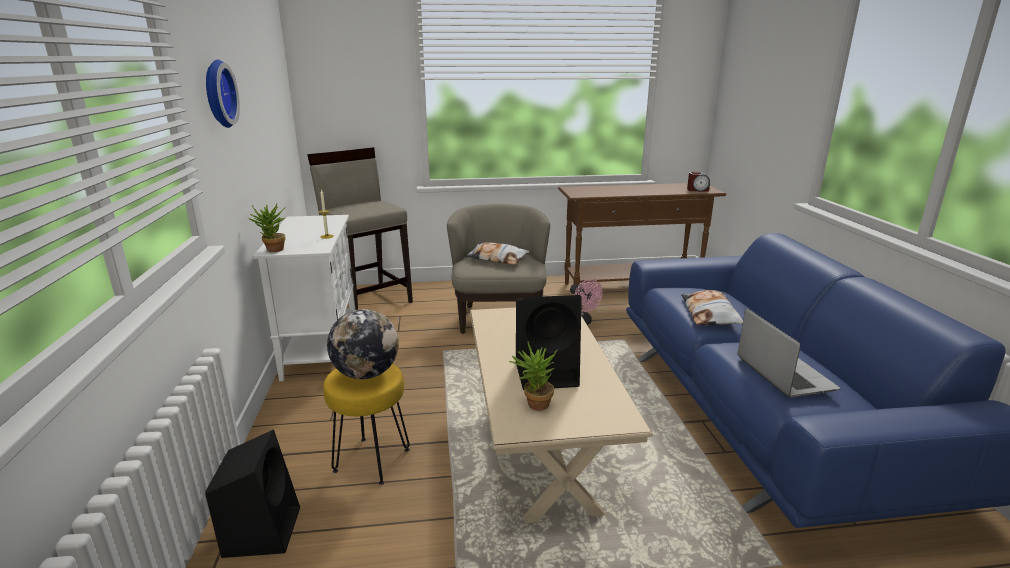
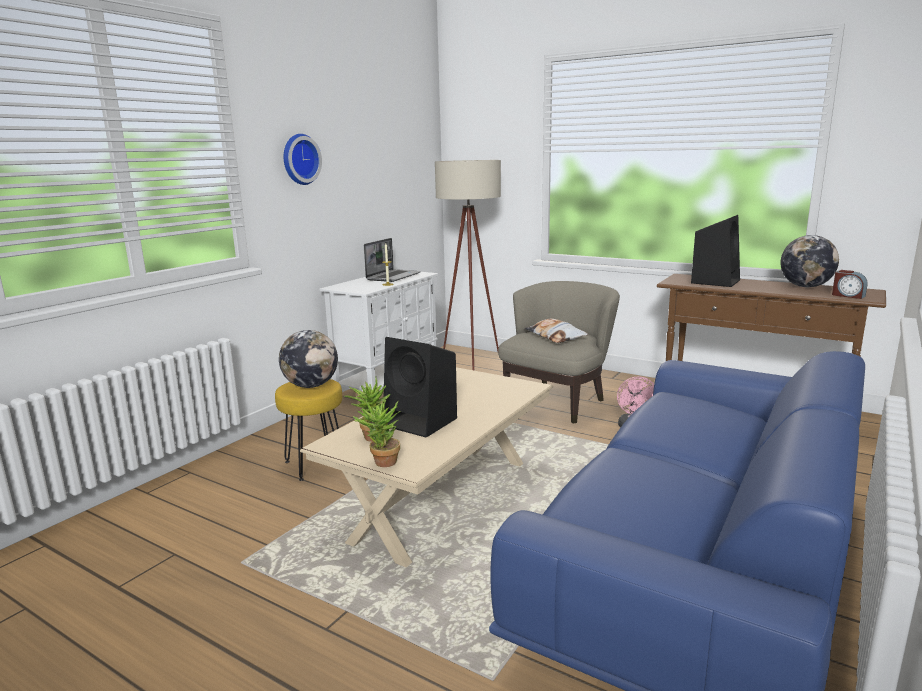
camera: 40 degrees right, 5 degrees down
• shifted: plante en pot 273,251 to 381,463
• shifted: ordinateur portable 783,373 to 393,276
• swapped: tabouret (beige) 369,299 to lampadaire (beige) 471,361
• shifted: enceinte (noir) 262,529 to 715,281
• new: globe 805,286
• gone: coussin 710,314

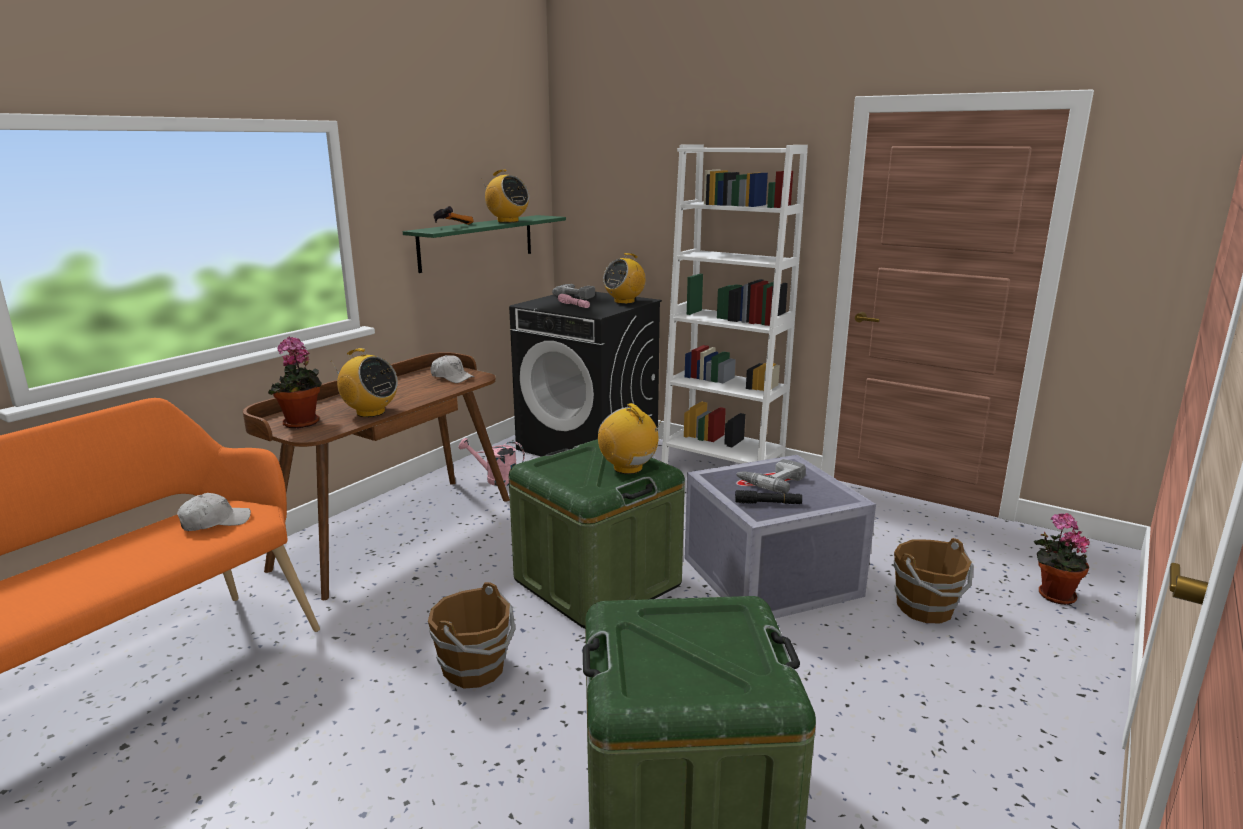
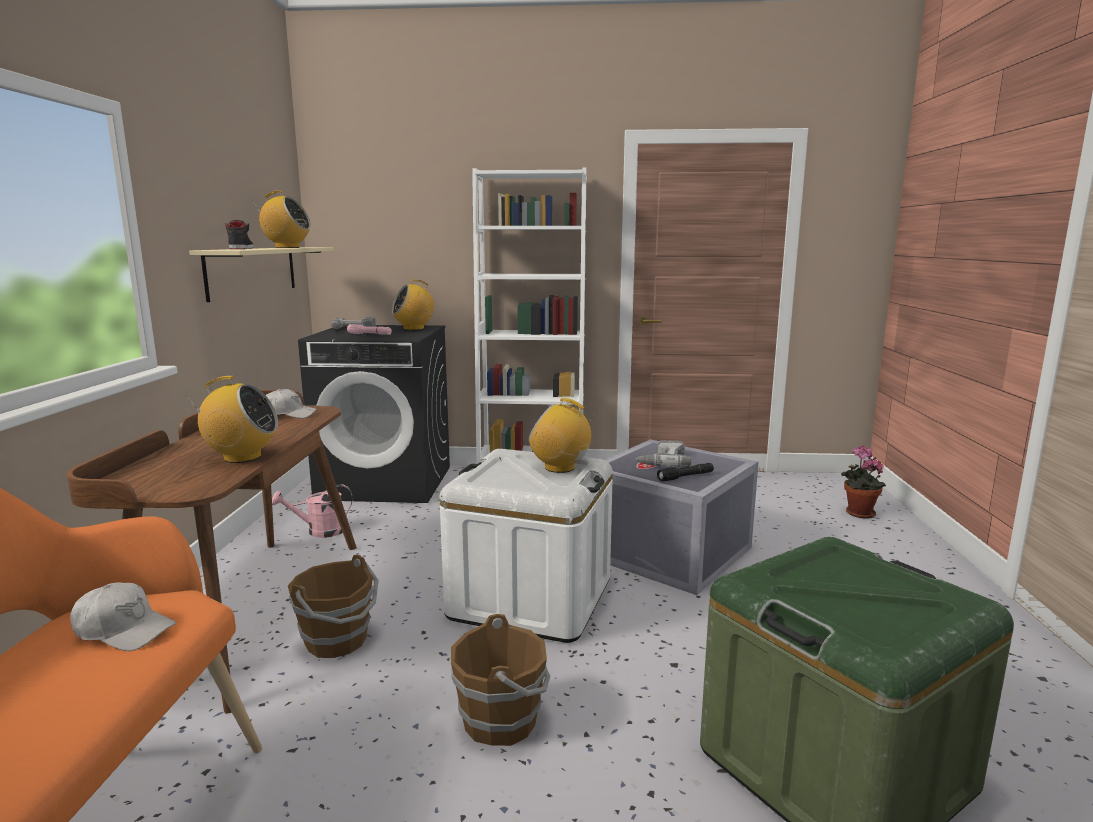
camera: 30 degrees left, 5 degrees down
• rotated: casquette (blanc) 215,522 = 124,630 75 degrees clockwise
• repainted: étagère (vert) 477,242 to étagère (beige) 253,271
• swapped: marteau 453,226 to chaussure (noir) 241,249
• shifted: seau (marron) 926,609 to 337,641
• rotated: radio 624,301 = 414,328 45 degrees clockwise
• repainted: boîte de rangement (vert) 597,582 to boîte de rangement (blanc) 531,598
• gone: plante en pot 302,424

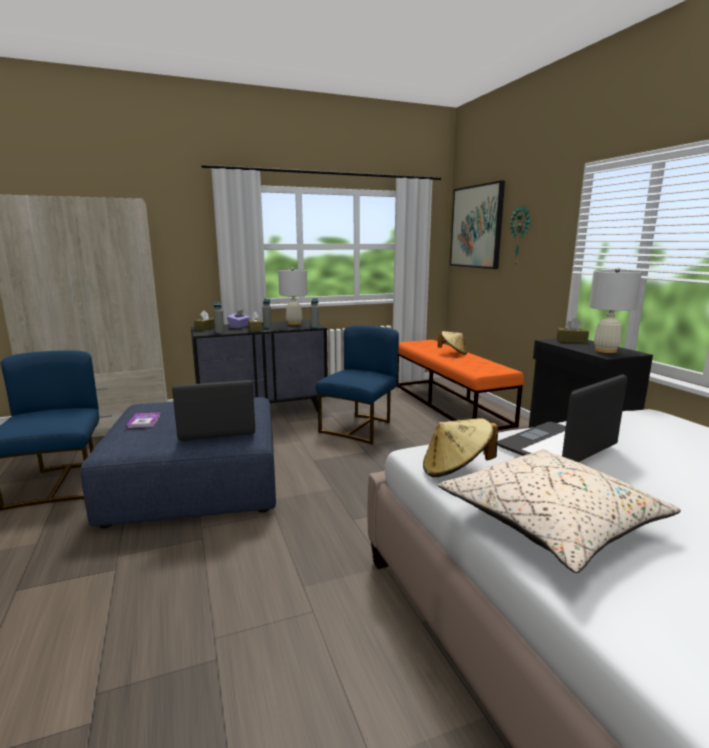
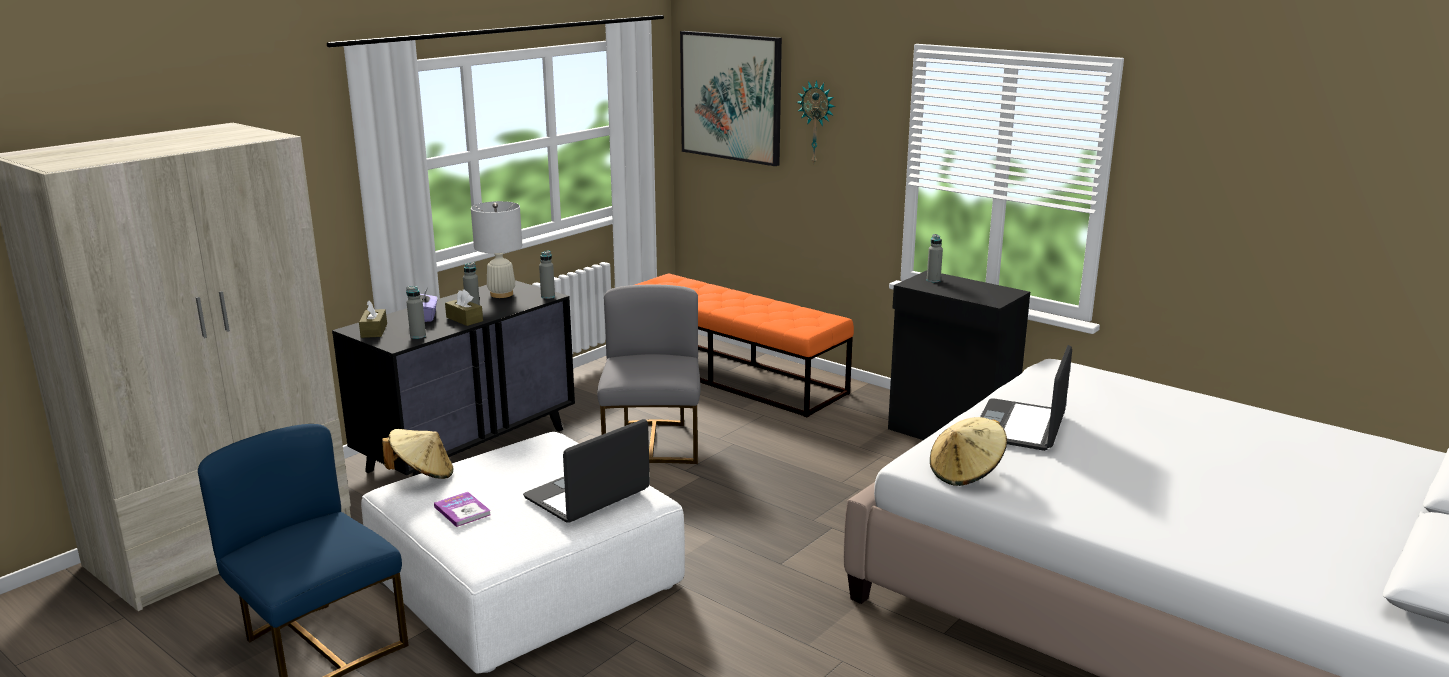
camera: 30 degrees left, 5 degrees up
• repainted: pouf (bleu) 195,482 to pouf (blanc) 526,581
• shifted: chapeau (beige) 453,353 to 422,475
• repainted: chaise (bleu) 359,428 to chaise (gris) 653,443
• swapped: boîte à mouchoirs (marron) 571,341 to bouteille (gris) 933,280
• gone: coussin (beige) 551,522
• gone: lampe de table (blanc) 605,351

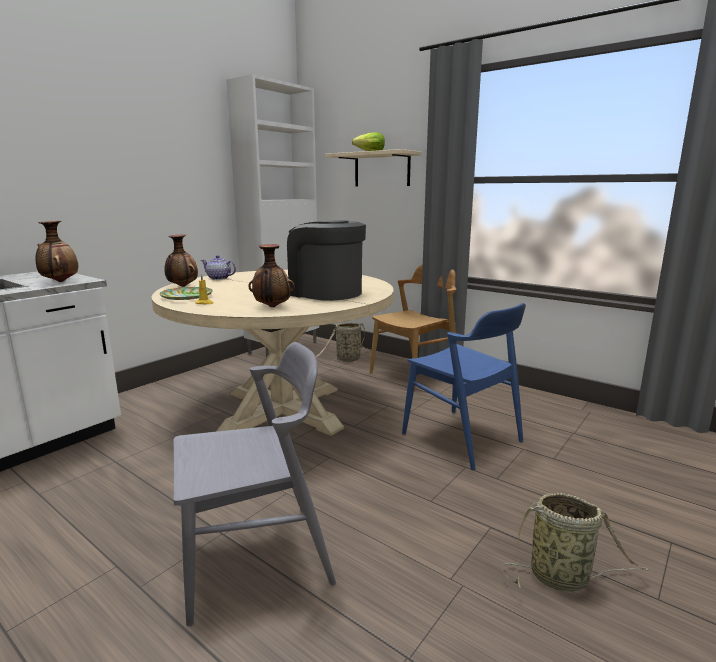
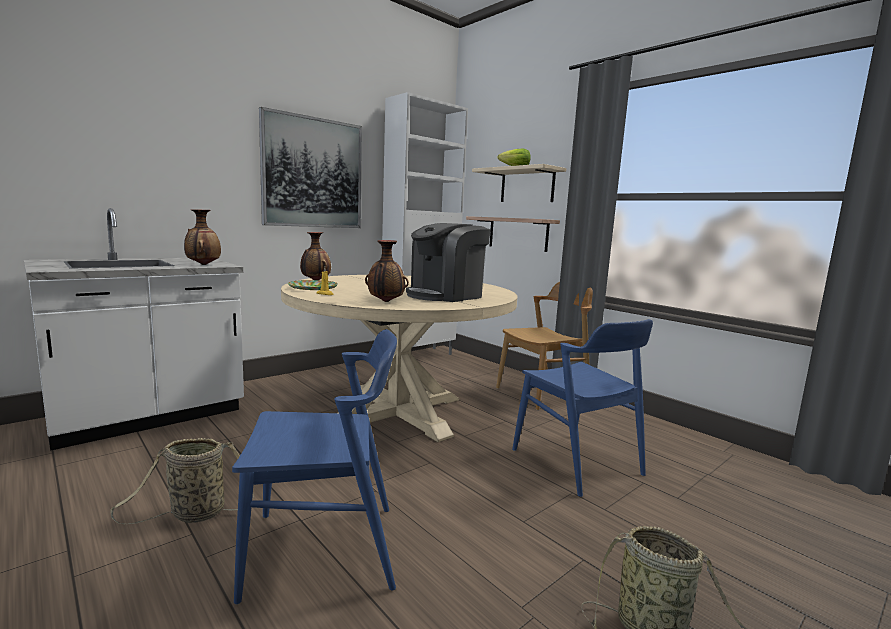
camera: 10 degrees right, 5 degrees down
• shifted: panier 346,360 to 194,514
• repainted: chaise (gris) 256,559 to chaise (bleu) 323,550
• new: tableau 313,173
• rotated: machine à café 325,293 = 446,295 90 degrees counterclockwise
• new: étagère 518,233
• gone: théière 219,278

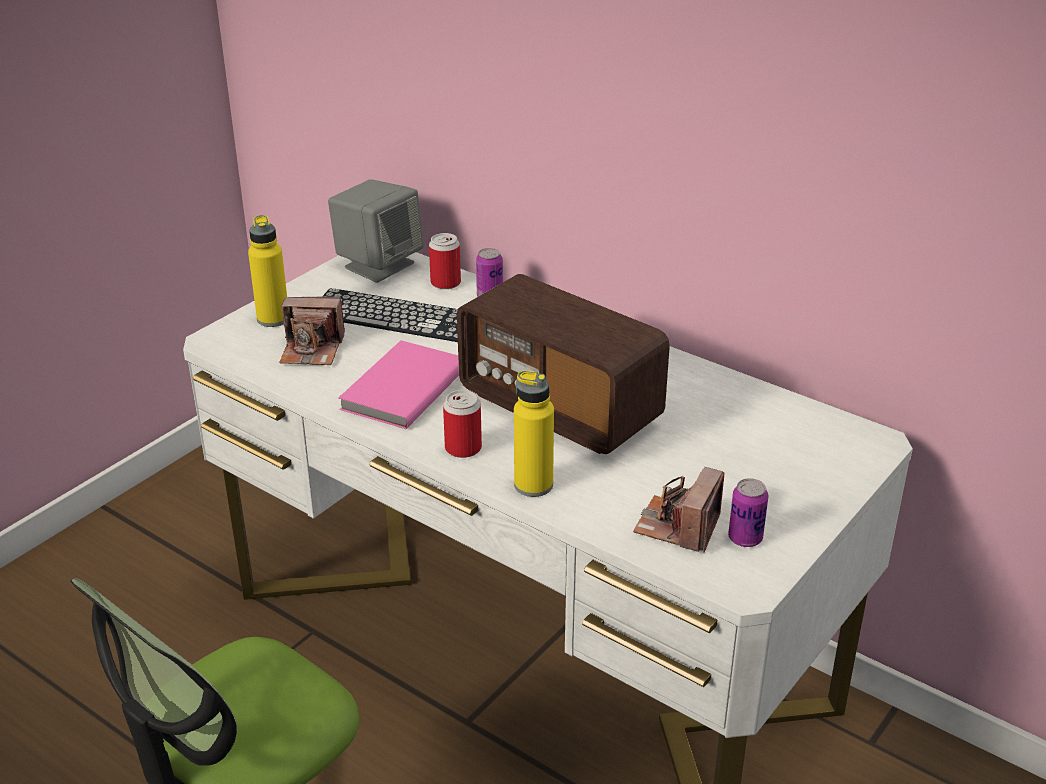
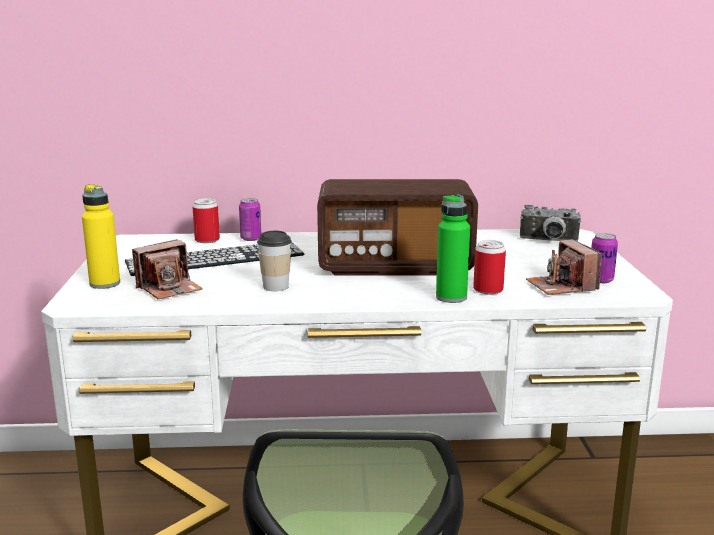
camera: 40 degrees left, 15 degrees down
• swapped: livre (rose) 401,389 to tasse 275,286
• repainted: bouteille (jaune) 533,485 to bouteille (vert) 451,297
• shifted: boîte métallique 463,448 to 488,290
• new: appareil photo 548,241
• gone: enceinte (gris) 378,265

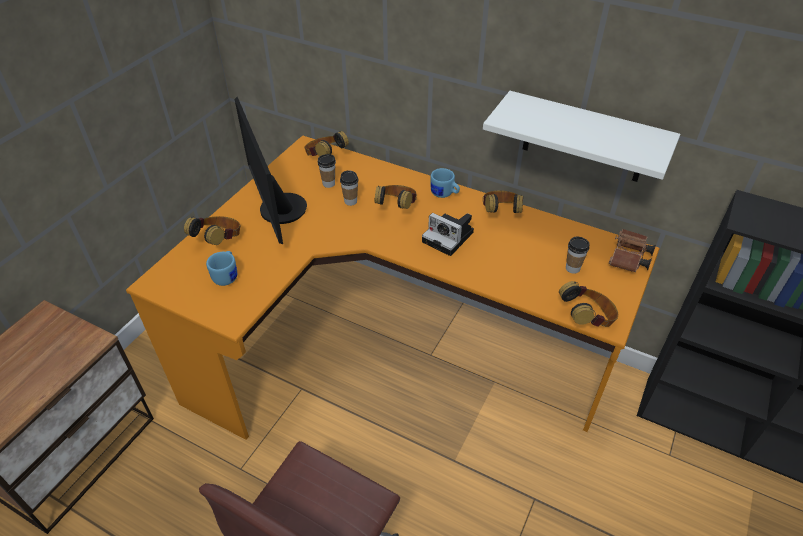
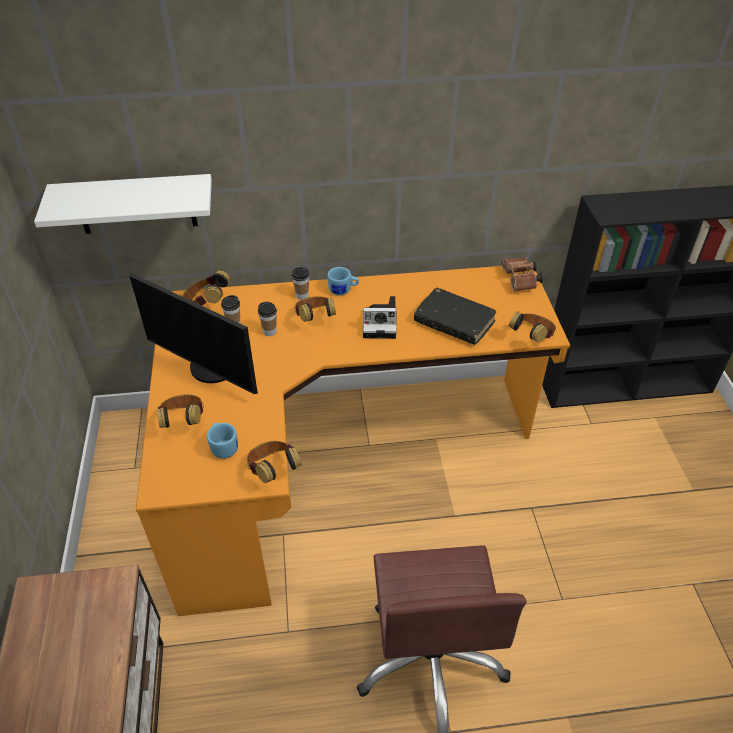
camera: 35 degrees left, 0 degrees up
• shifted: étagère (blanc) 584,138 to 136,204
• shifted: casque audio 500,213 to 273,471
• shifted: tasse 572,268 to 302,296
• new: livre (noir) 454,322

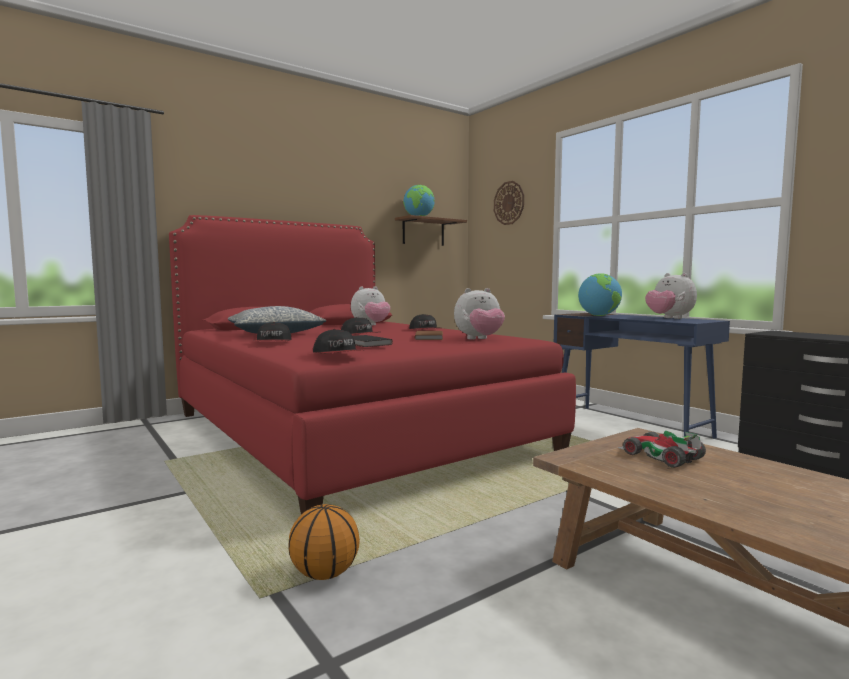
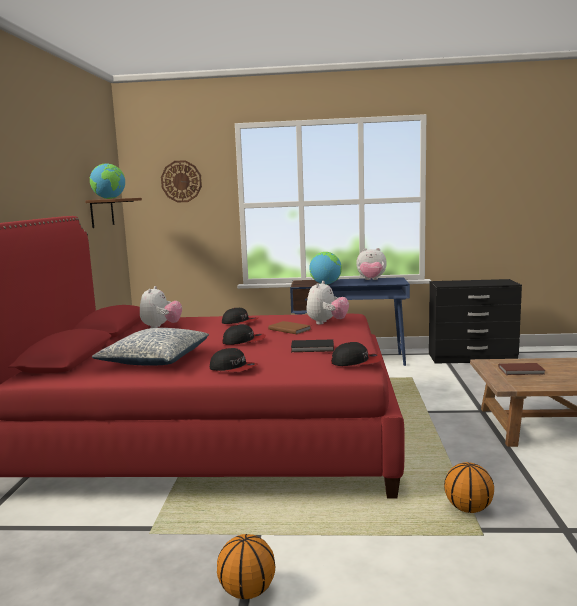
camera: 50 degrees left, 5 degrees up
• new: ballon de basket 246,591
• swapped: petite voiture 659,456 to livre (marron) 522,371

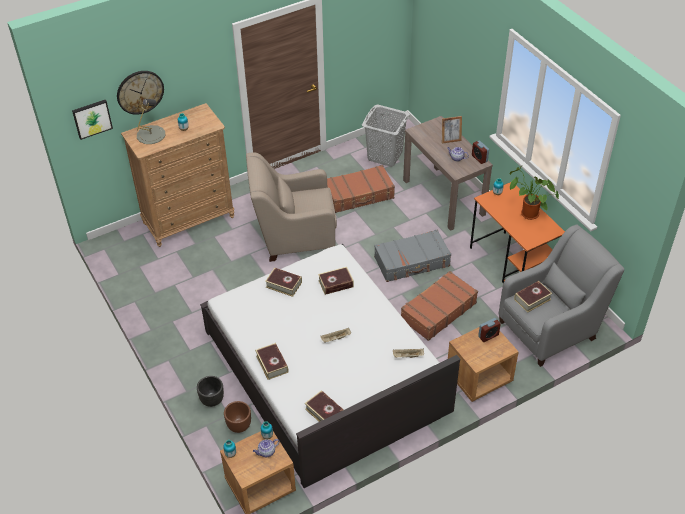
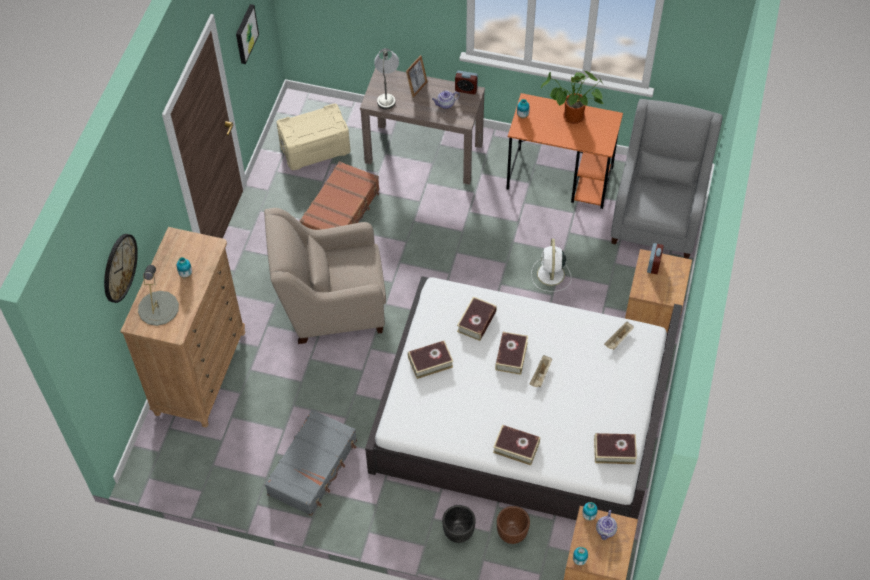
camera: 45 degrees left, 10 degrees up
• shifted: tableau 92,118 to 245,33
• rotated: fauteuil (beige) 294,236 = 331,305 45 degrees clockwise
• shifted: valise (gris) 412,262 to 313,467
• swapped: panier à linge (gris) 385,155 to boîte de rangement (beige) 315,148
• new: lampe de table (gris) 387,92
• shifted: livre 532,299 to 511,356
• swapped: valise (marron) 438,311 to ventilateur (blanc) 550,275

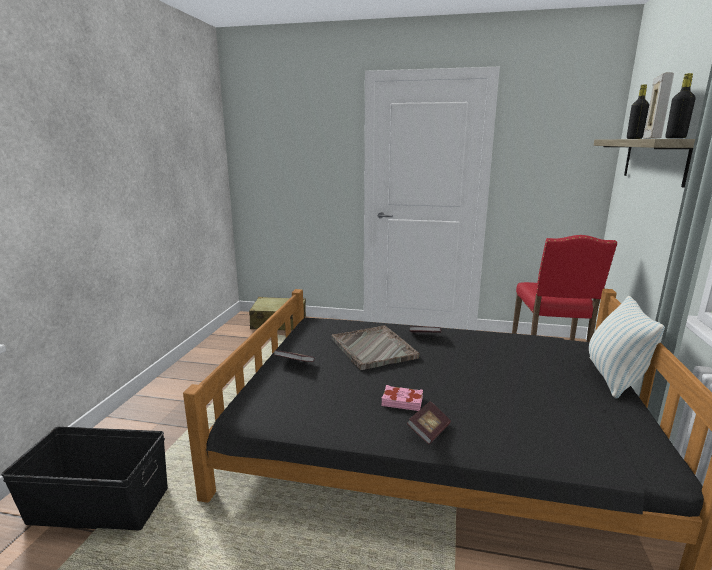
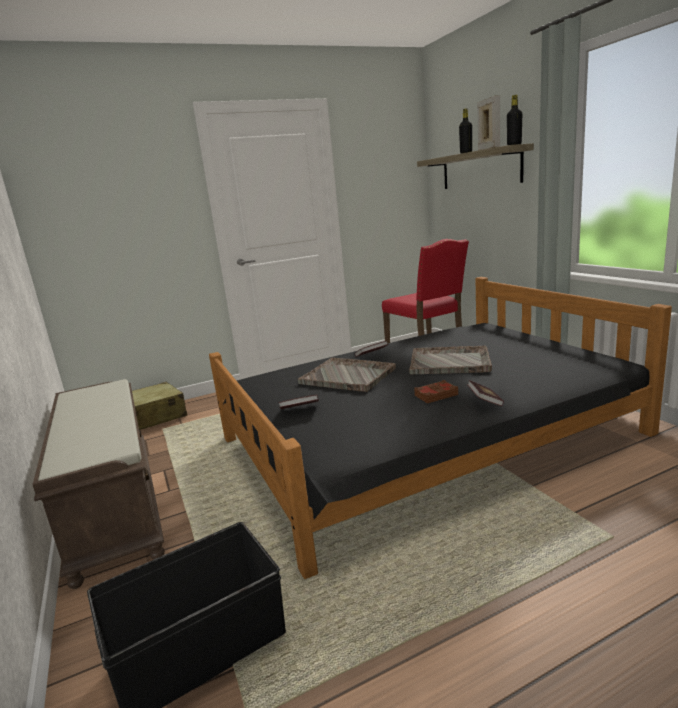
camera: 35 degrees left, 0 degrees up
• new: banc (marron) 113,505
• new: plateau (gris) 450,362
• repainted: livre (rose) 402,401 to livre (marron) 435,395
• gone: coussin 614,378

